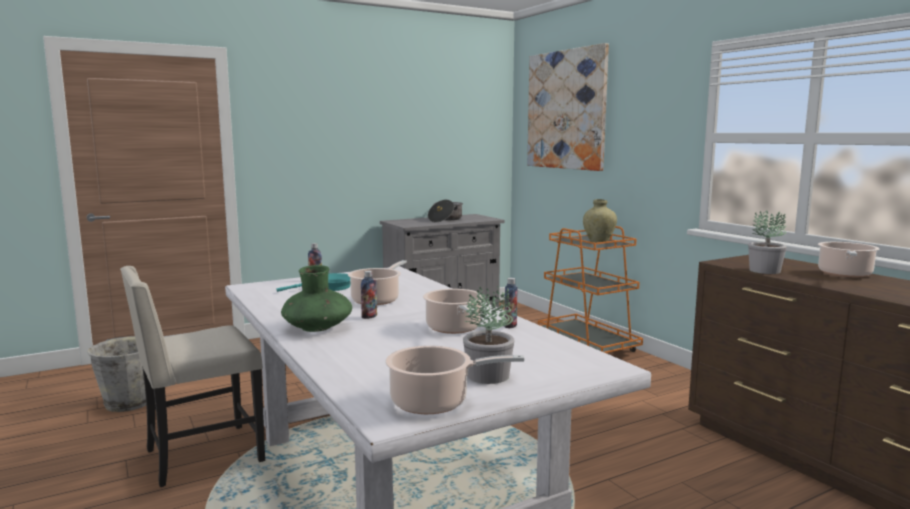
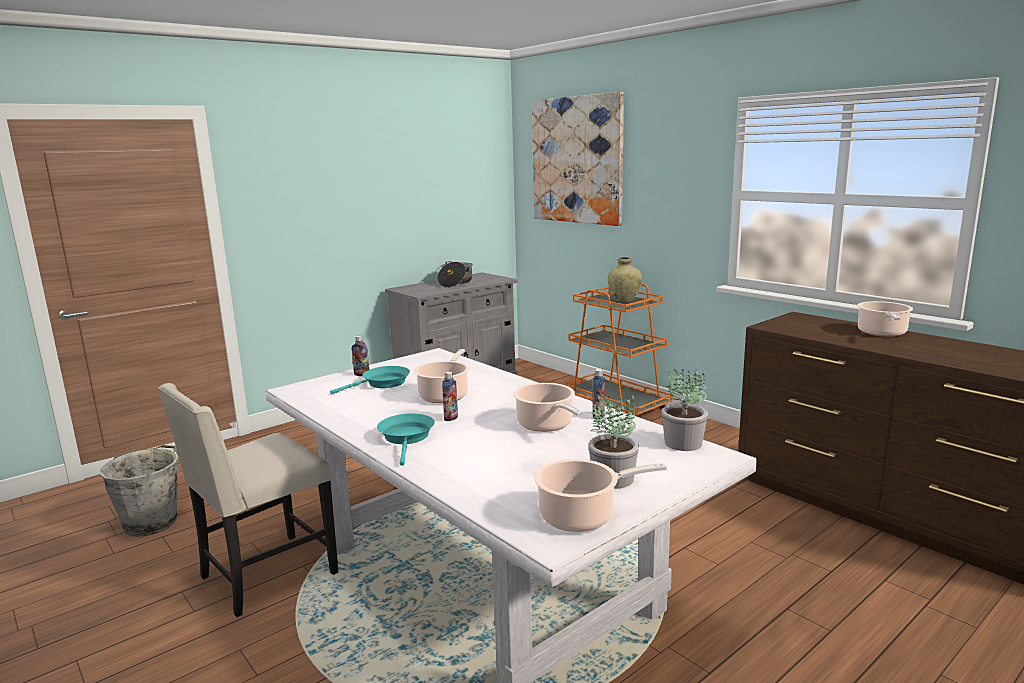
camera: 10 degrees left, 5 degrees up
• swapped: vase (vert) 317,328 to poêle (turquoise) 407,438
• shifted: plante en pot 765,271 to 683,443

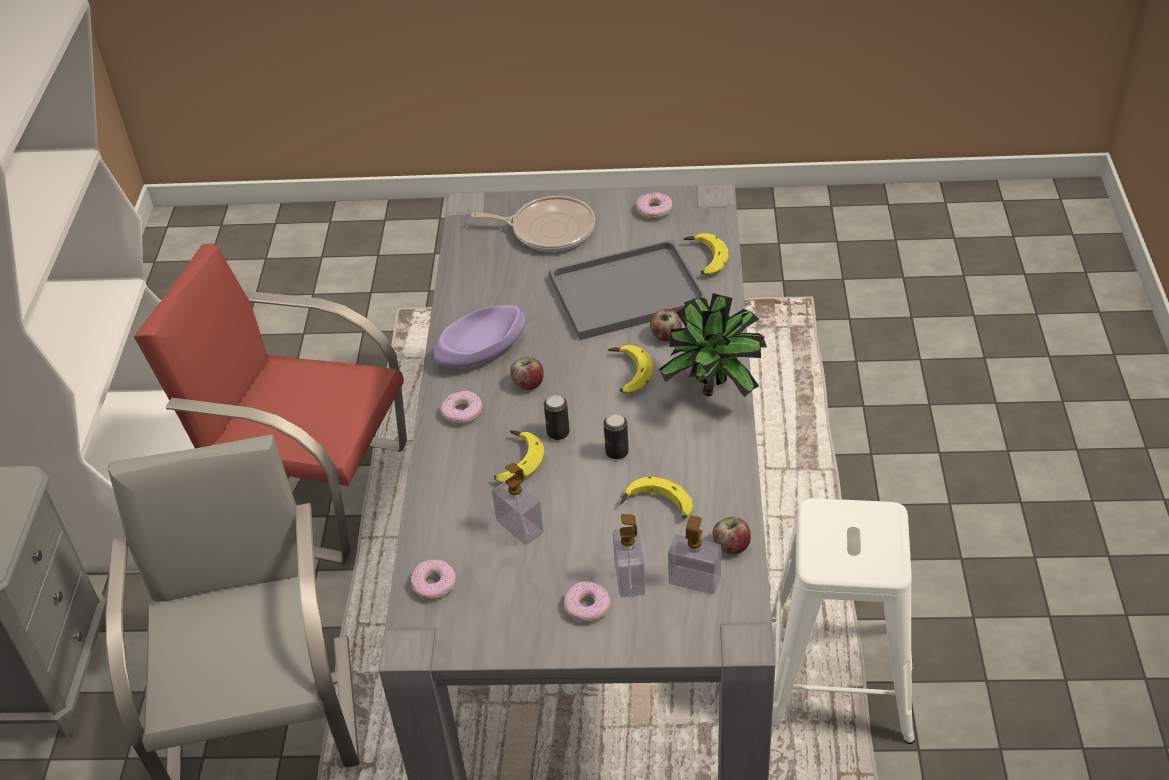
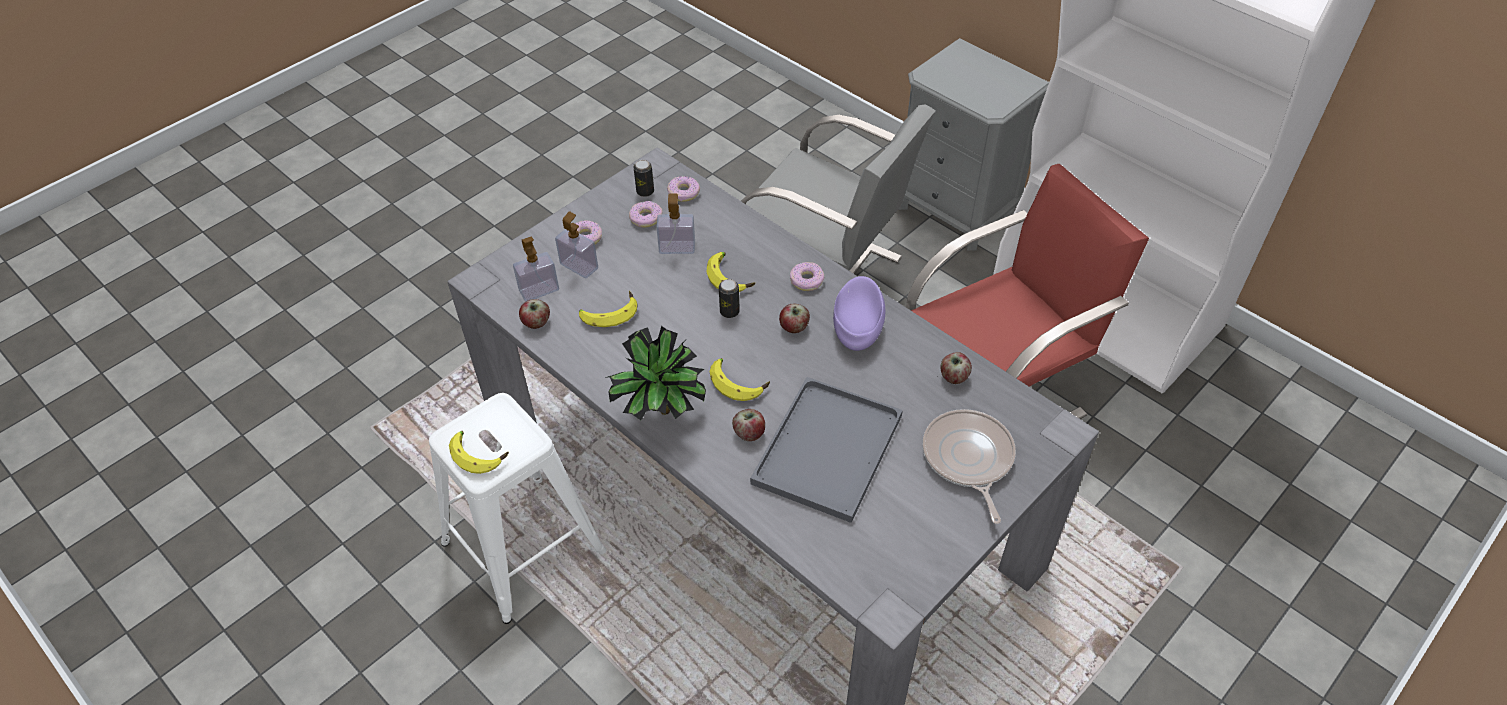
camera: 130 degrees right, 5 degrees up
• shifted: banane 703,260 to 479,454
• shifted: beignet 654,210 to 645,218
• shifted: boîte métallique 617,452 to 645,191
• rotated: poêle 549,230 = 968,459 120 degrees clockwise
• new: pomme 953,377

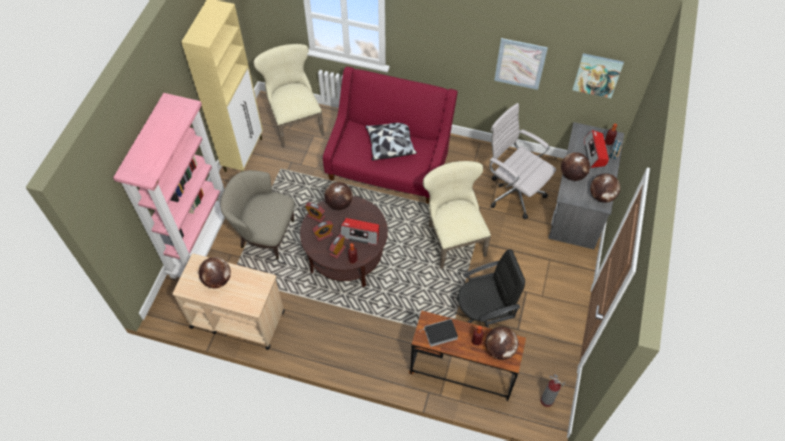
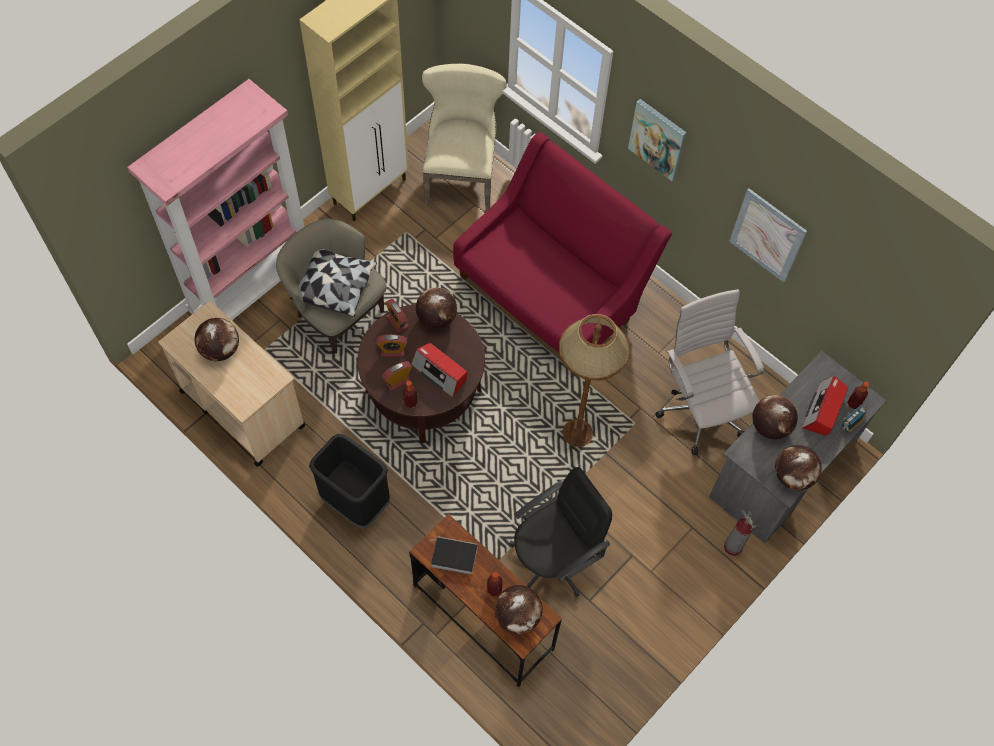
camera: 25 degrees right, 5 degrees up
• shifted: coussin 390,145 to 335,287
• new: poubelle (noir) 355,502
• rotated: chaise de bureau (noir) 482,316 = 553,559 45 degrees counterclockwise
• swapped: chaise (beige) 453,238 to lampadaire (marron) 577,433
• shifted: tableau 597,75 to 658,139
• shifted: extincteur 546,400 to 732,546

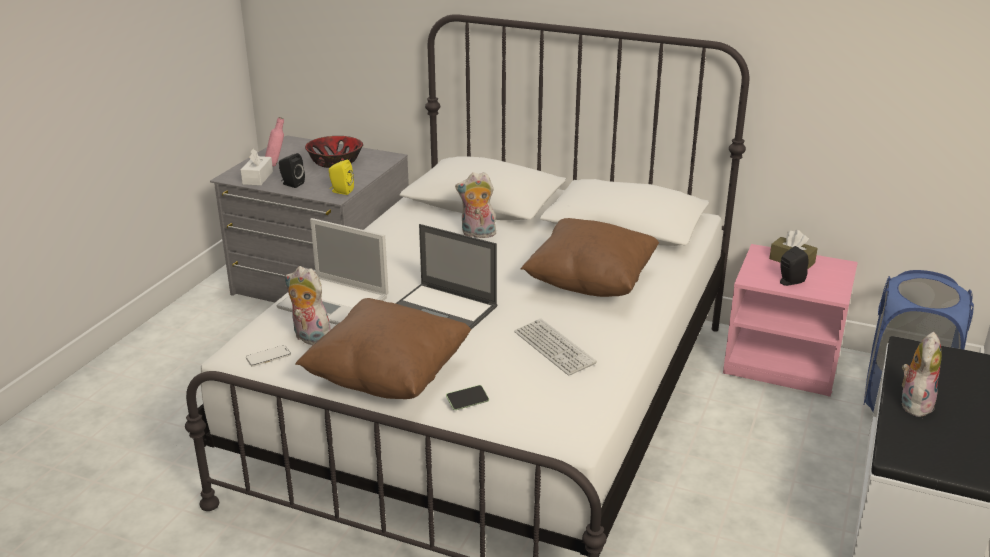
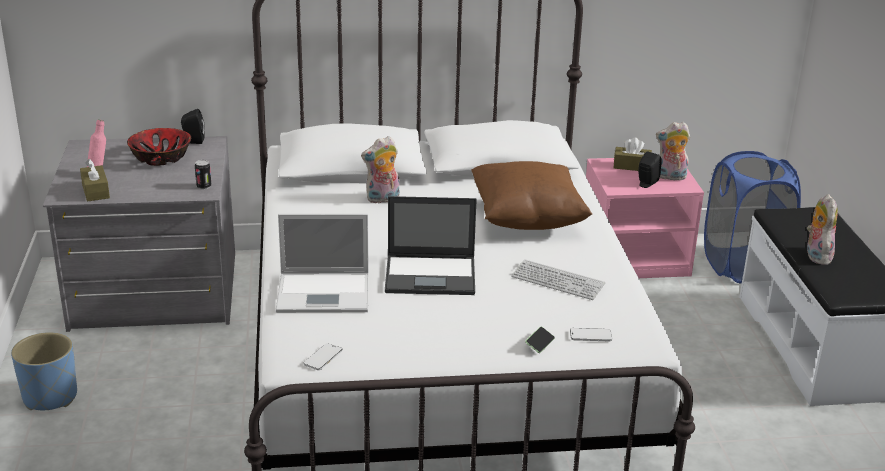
camera: 30 degrees left, 0 degrees up
• new: cache-pot (bleu) 49,397
• repainted: boîte à mouchoirs (blanc) 257,178 to boîte à mouchoirs (marron) 95,191
• shifted: enceinte (noir) 291,184 to 192,141
• swapped: enceinte (jaune) 341,191 to boîte métallique 204,186
• new: téléphone 590,336
• shifted: peluche 309,338 to 670,177
• gone: coussin (marron) 388,377

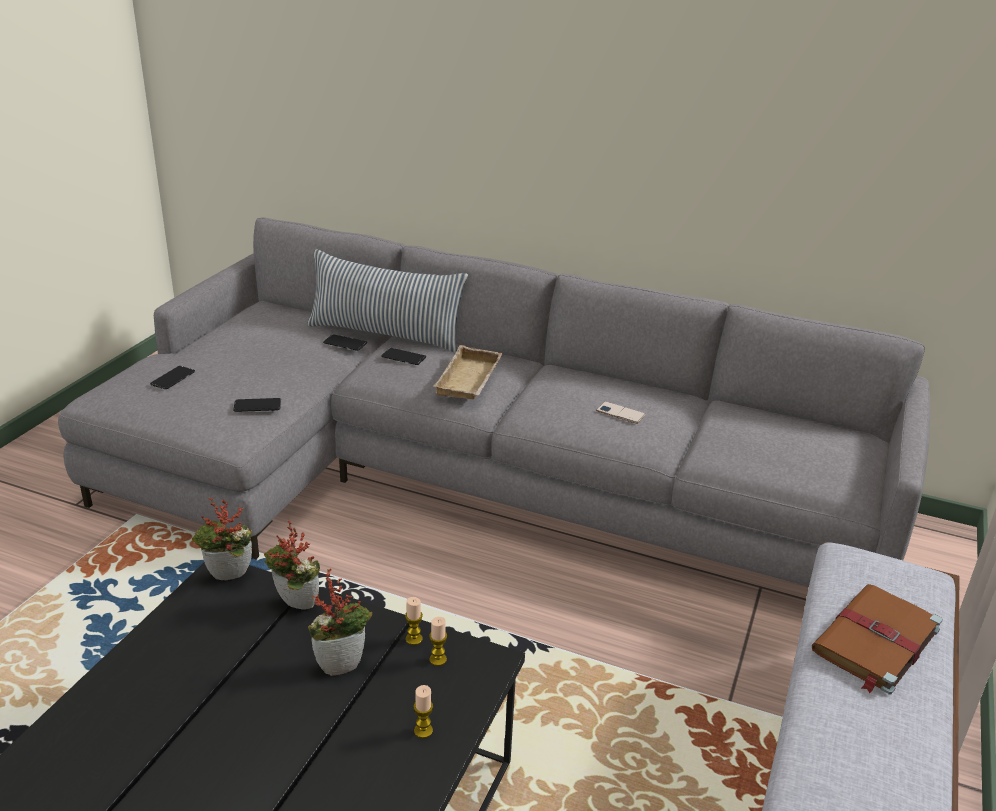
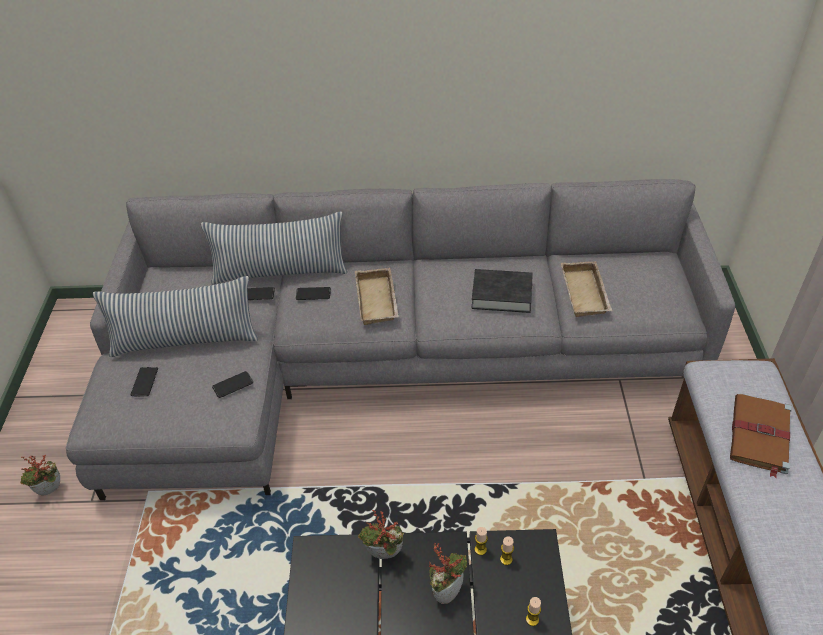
camera: 20 degrees left, 15 degrees up
• shifted: plante en pot 228,578 to 50,492
• new: coussin 185,341
• swapped: téléphone 620,413 to livre (noir) 501,294
• new: plateau (beige) 586,293

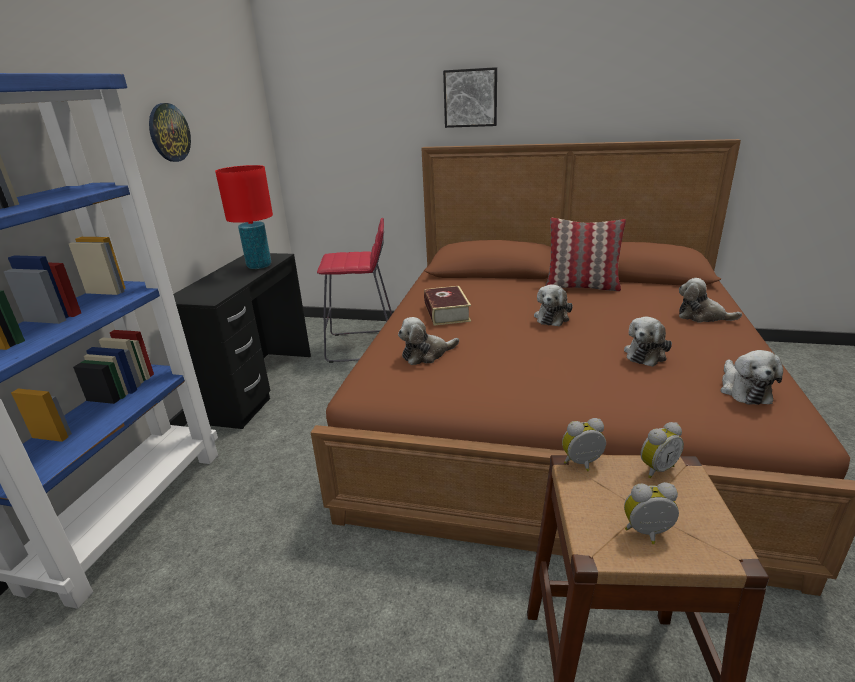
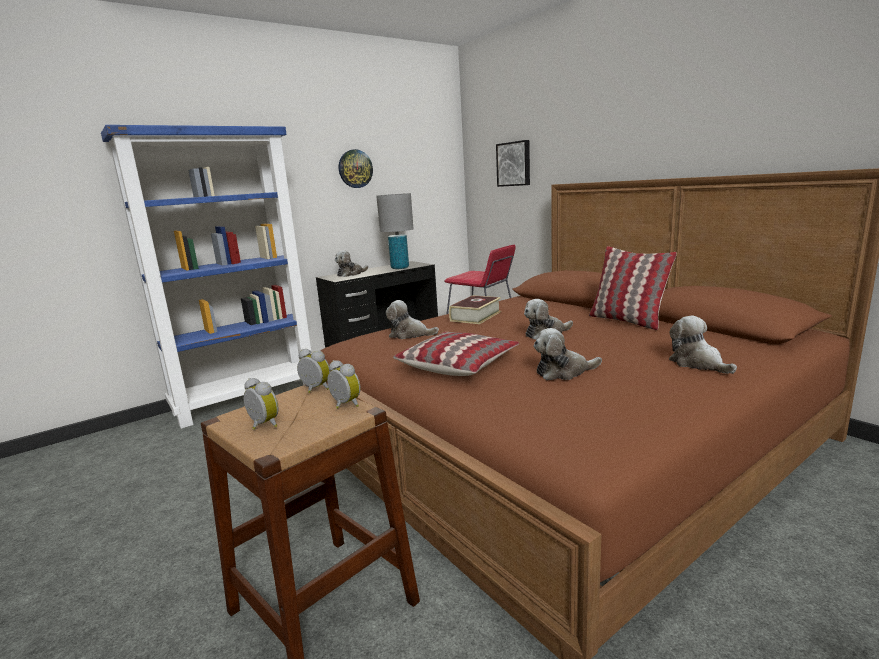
camera: 40 degrees right, 10 degrees down
• rotated: réveil 656,468 = 344,405 150 degrees counterclockwise
• shifted: peluche 743,389 to 351,274
• repainted: lampe de table (rouge) 259,266 to lampe de table (gris) 399,268
• new: coussin 458,364
• shifted: tableau 470,98 to 514,164

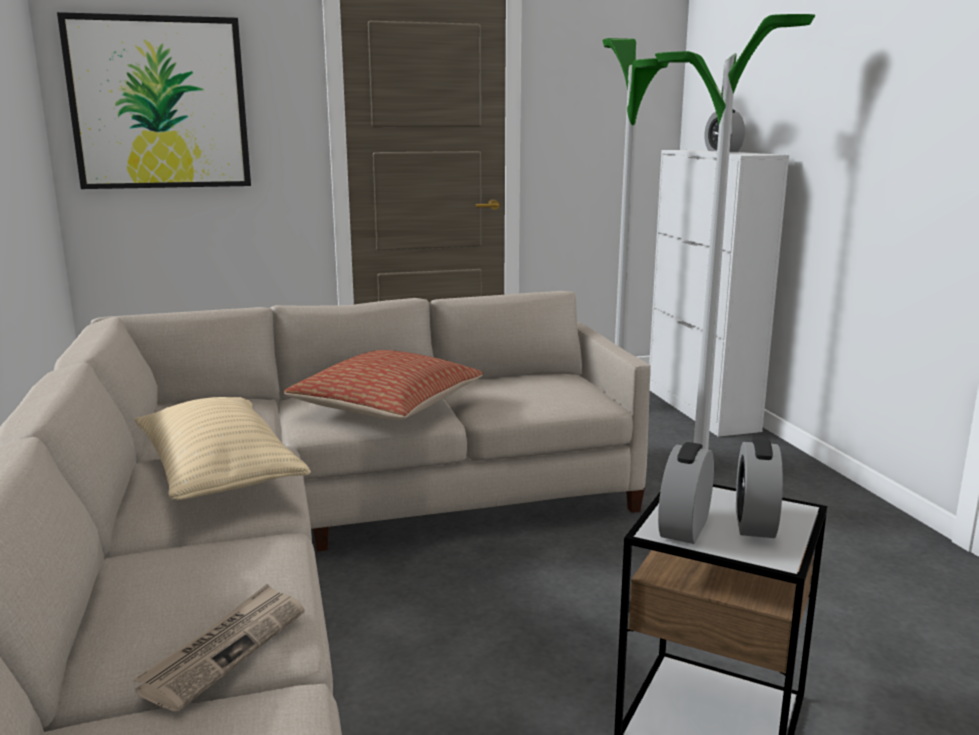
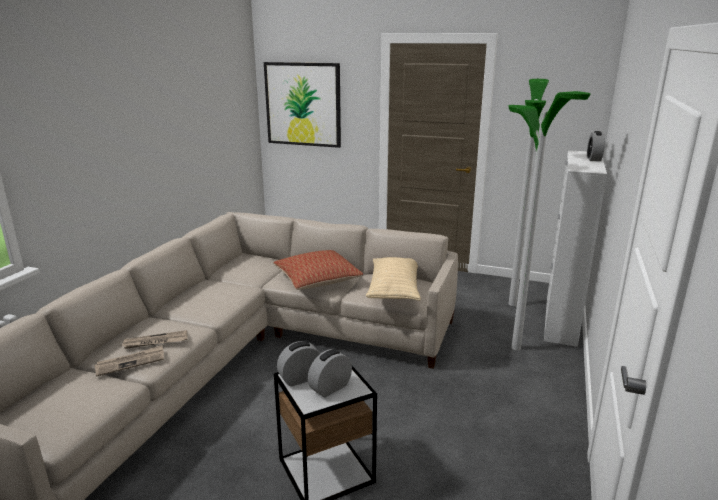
camera: 35 degrees right, 5 degrees up
• new: journal 155,342
• shifted: coussin (beige) 218,474 to 394,290

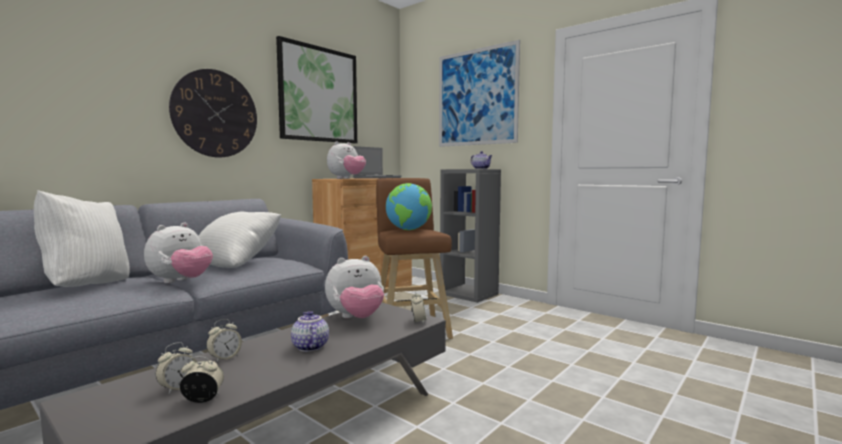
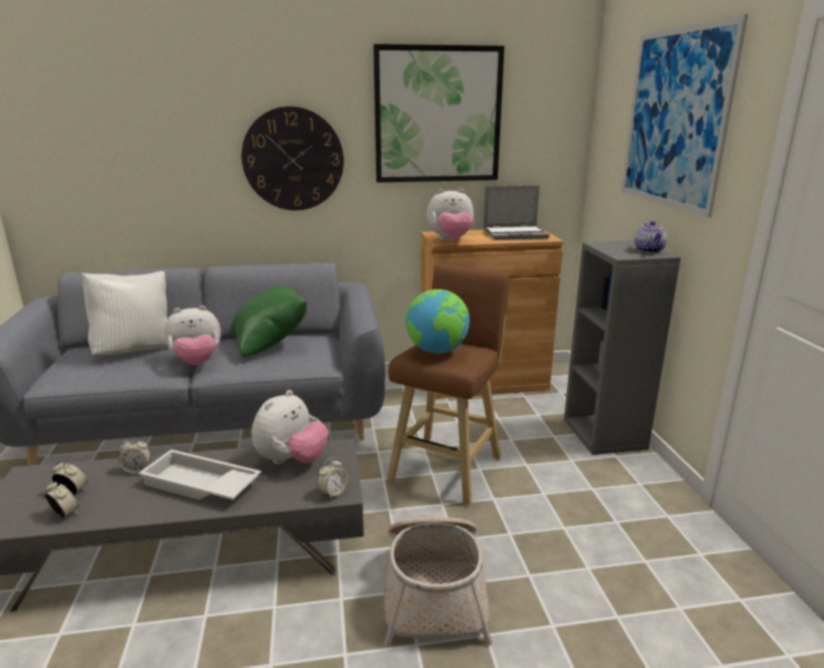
camera: 40 degrees right, 15 degrees up
• rotated: réveil 178,388 = 73,492 150 degrees counterclockwise
• swapped: théière 309,347 to plateau (blanc) 199,485
• repainted: coussin (blanc) 236,263 to coussin (vert) 271,344
• rotated: peluche 356,318 = 291,460 75 degrees counterclockwise
• new: panier 434,590

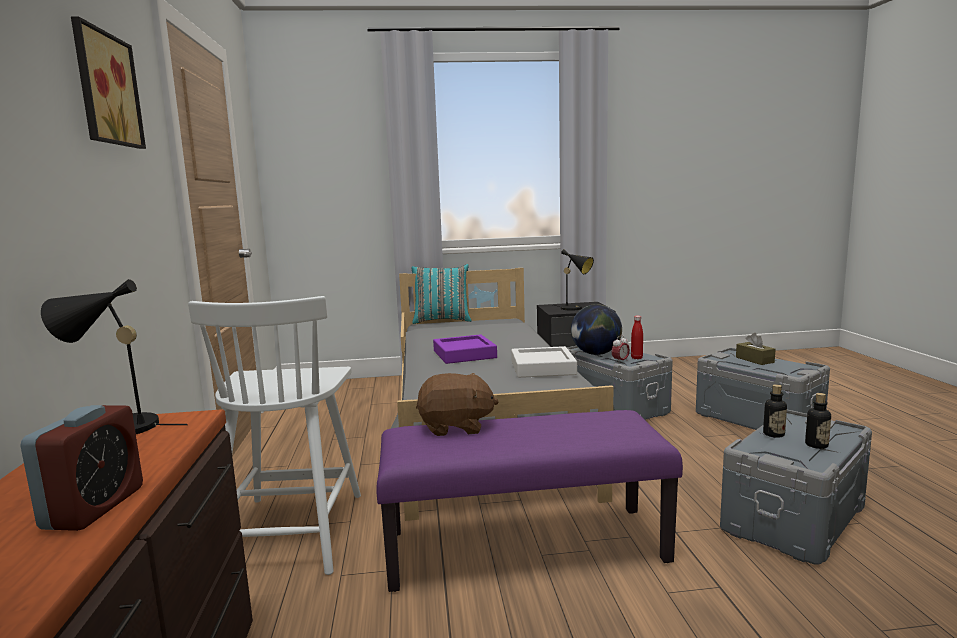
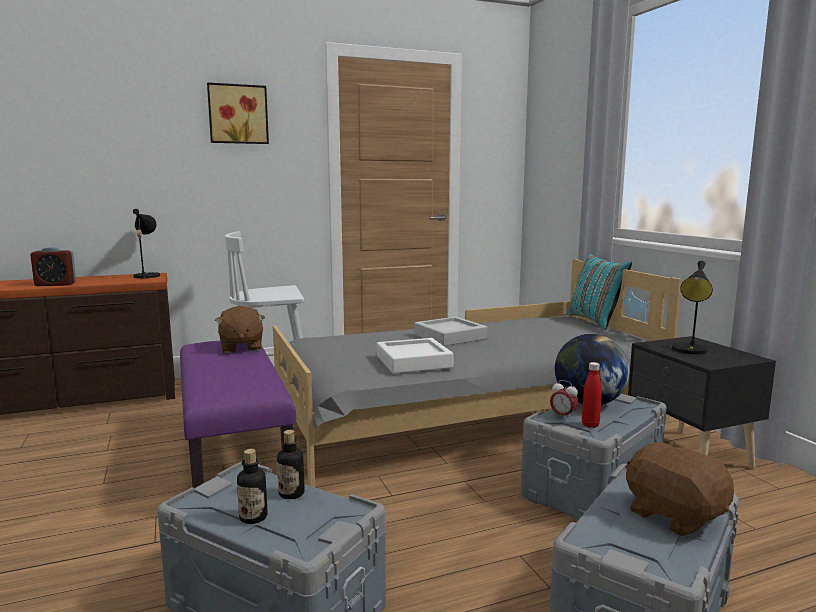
camera: 75 degrees right, 0 degrees up
• repainted: plateau (violet) 464,354 to plateau (gris) 450,337
• swapped: boîte à mouchoirs (marron) 754,360 to peluche (marron) 674,515

